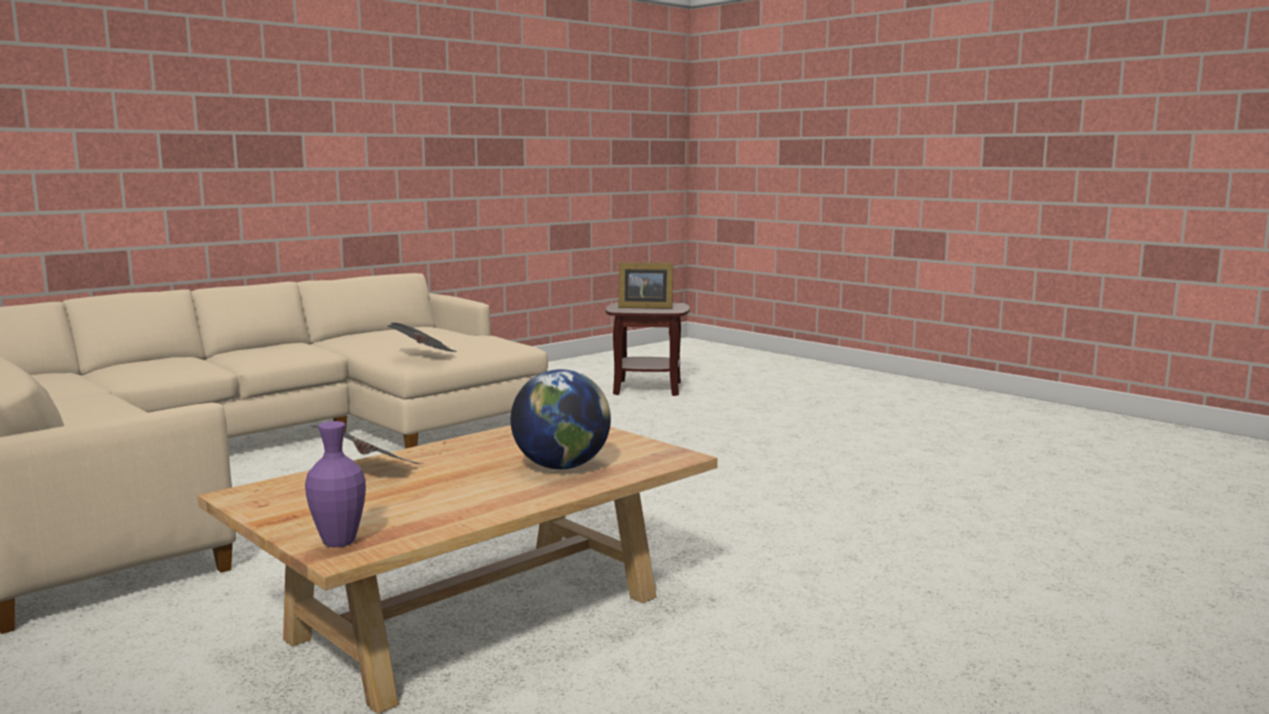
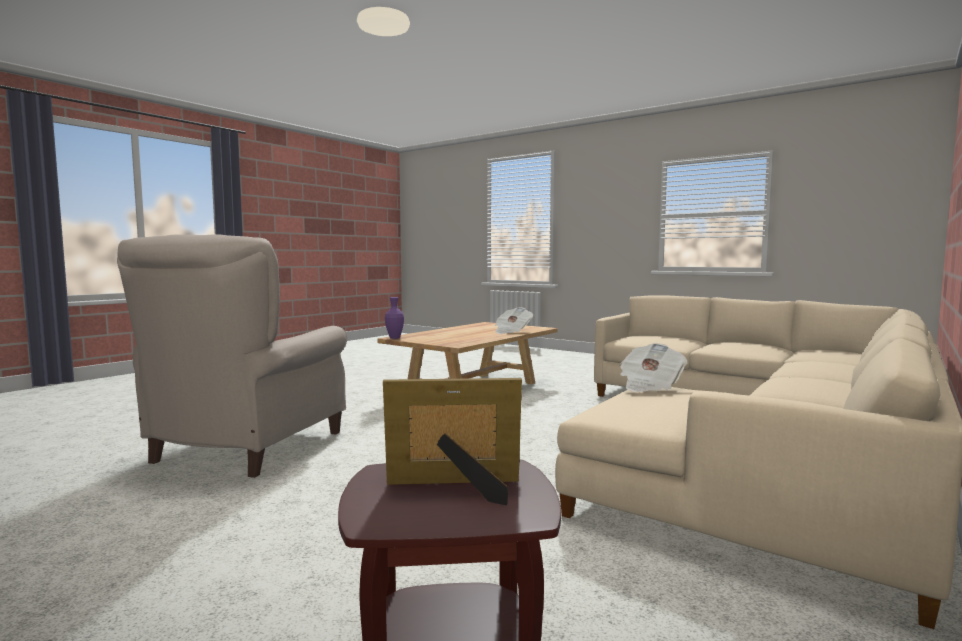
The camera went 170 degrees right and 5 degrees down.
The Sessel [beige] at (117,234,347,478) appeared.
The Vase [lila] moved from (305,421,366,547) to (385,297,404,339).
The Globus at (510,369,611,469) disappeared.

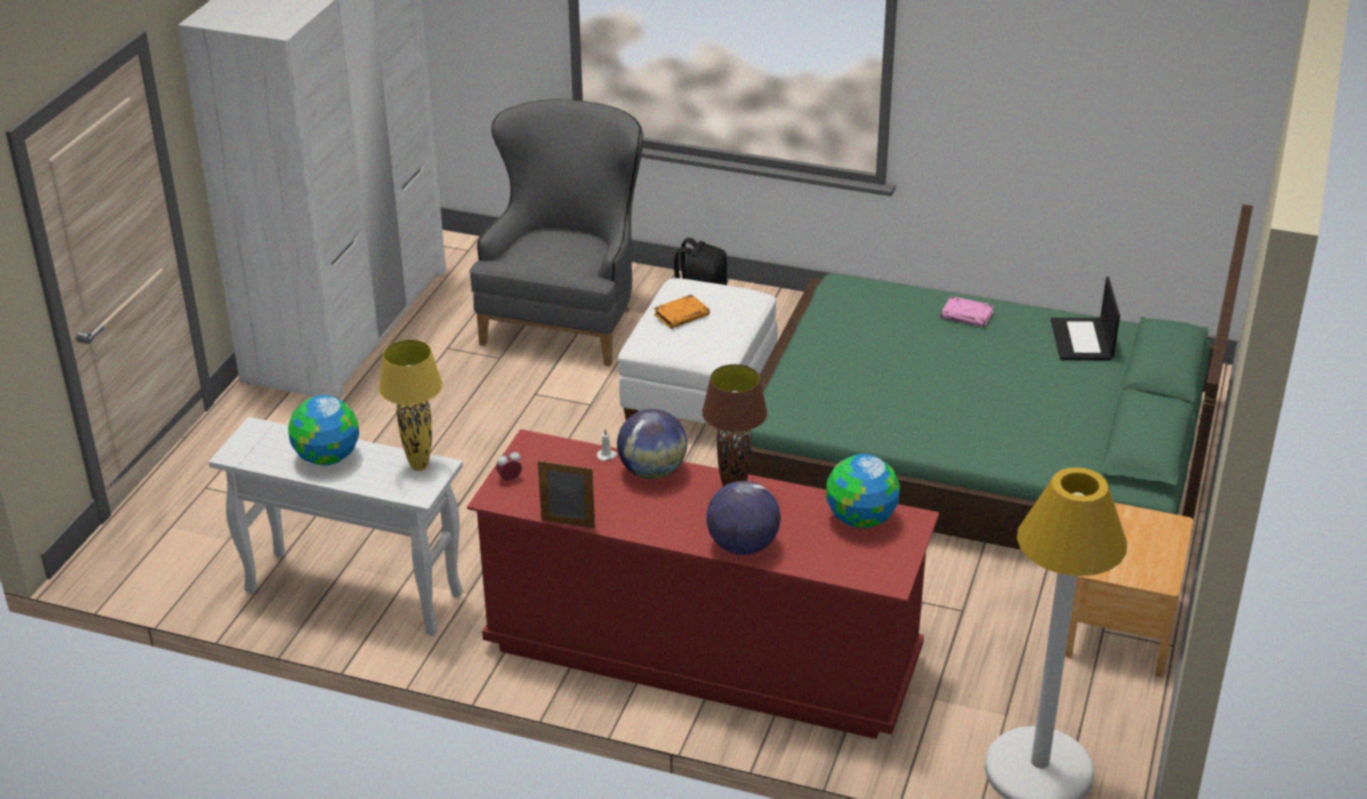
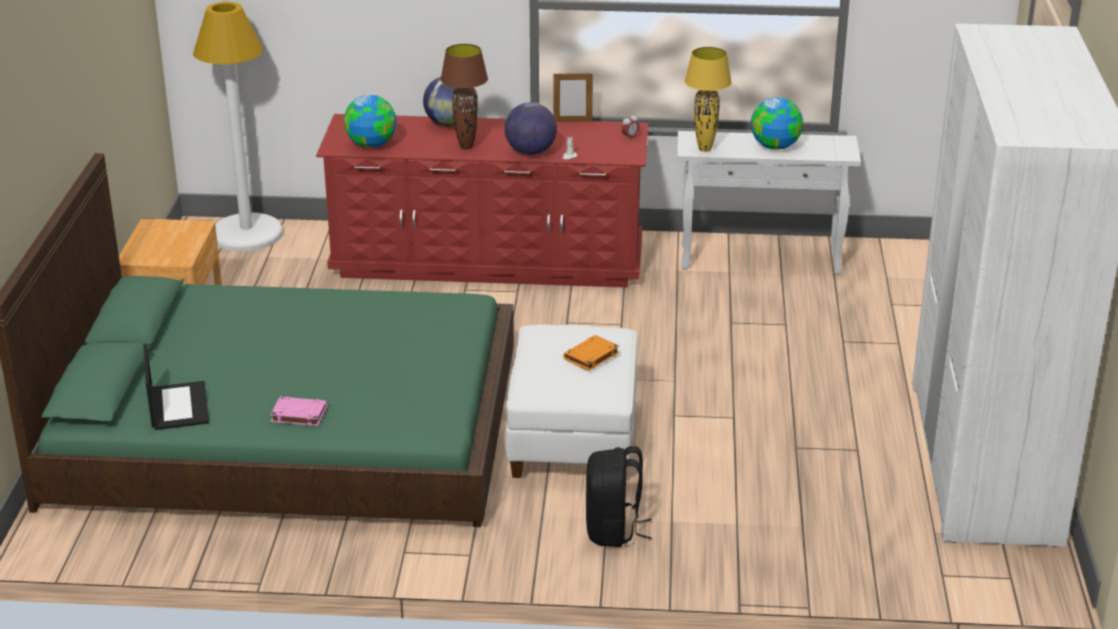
The camera went 165 degrees right and 5 degrees down.
The Sessel [grau] at (469,99,643,366) disappeared.

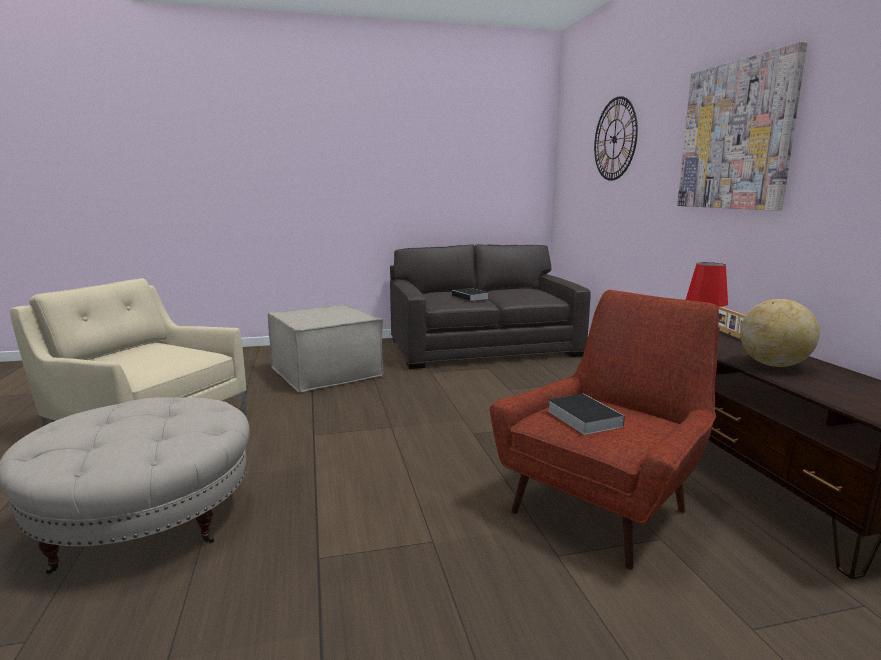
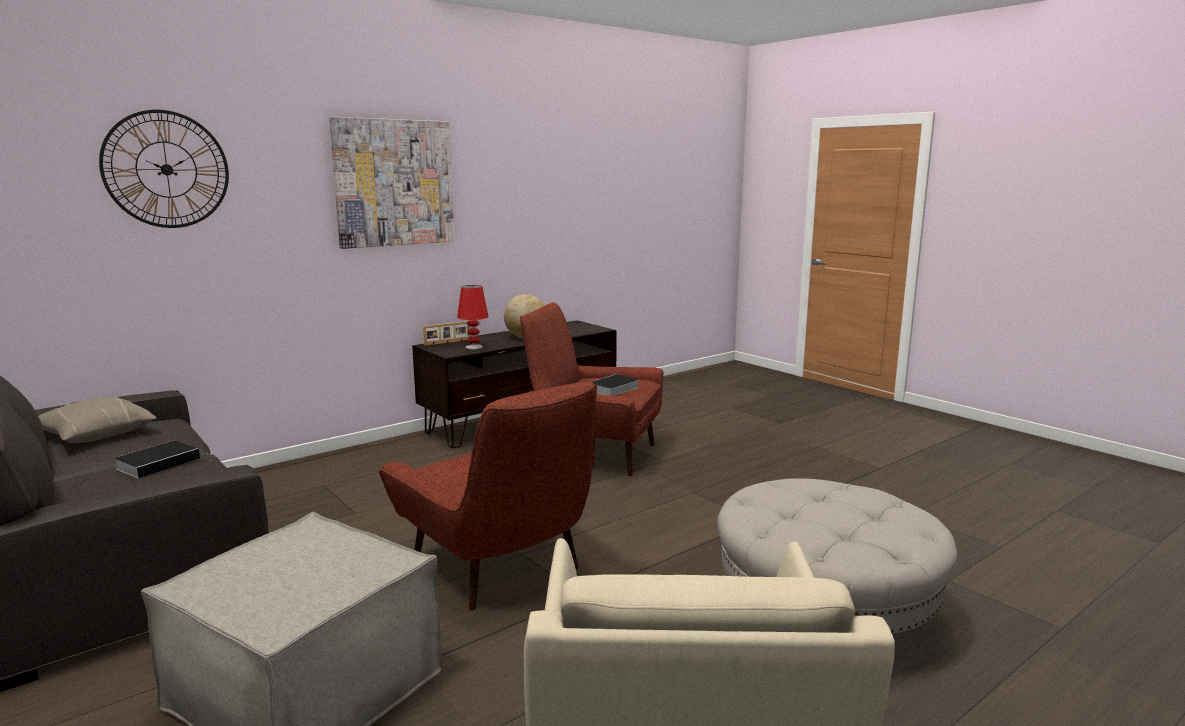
The camera went 115 degrees left and 0 degrees up.
The Kissen [beige] at (38,396,157,443) appeared.
The Sessel [rot] at (379,382,597,610) appeared.

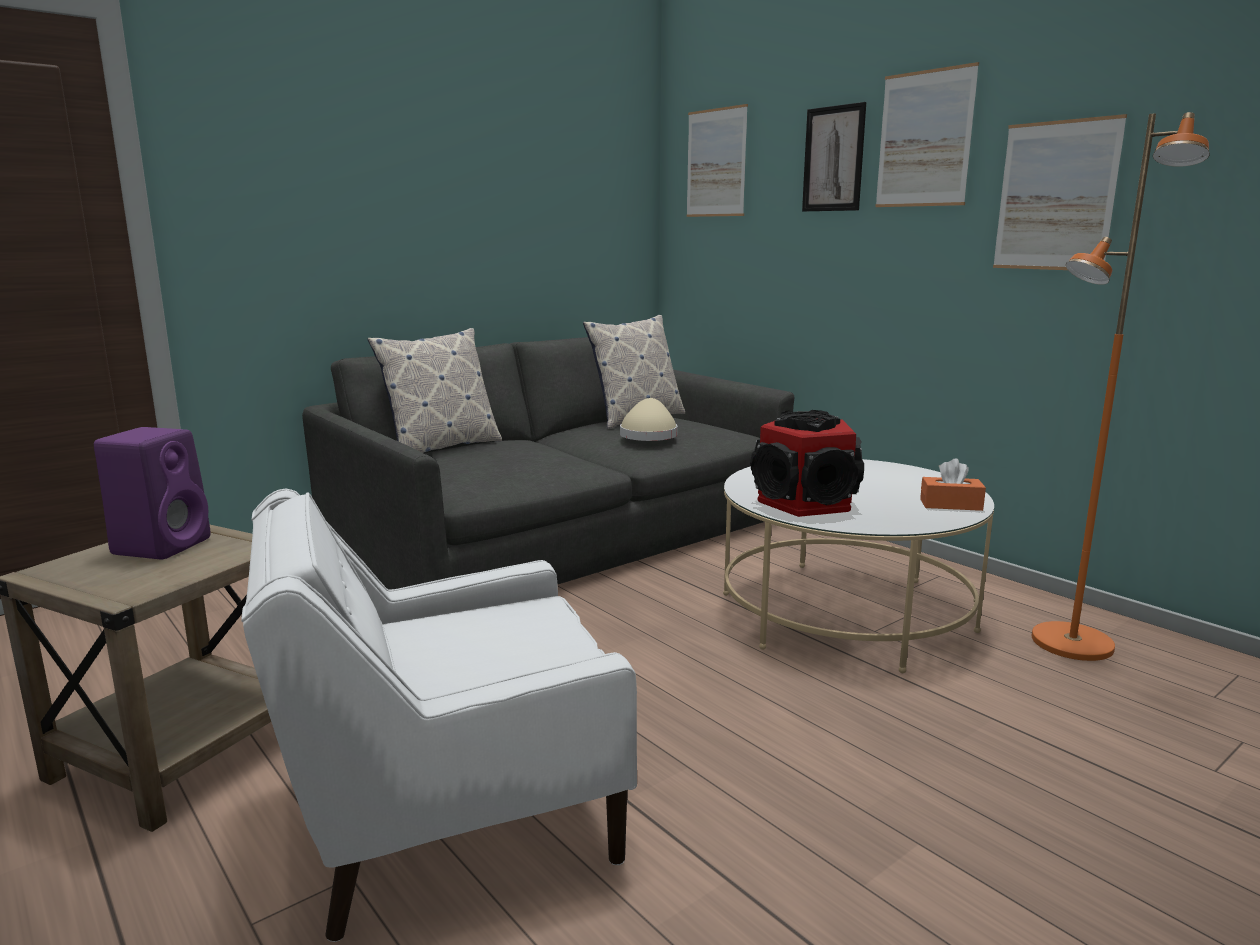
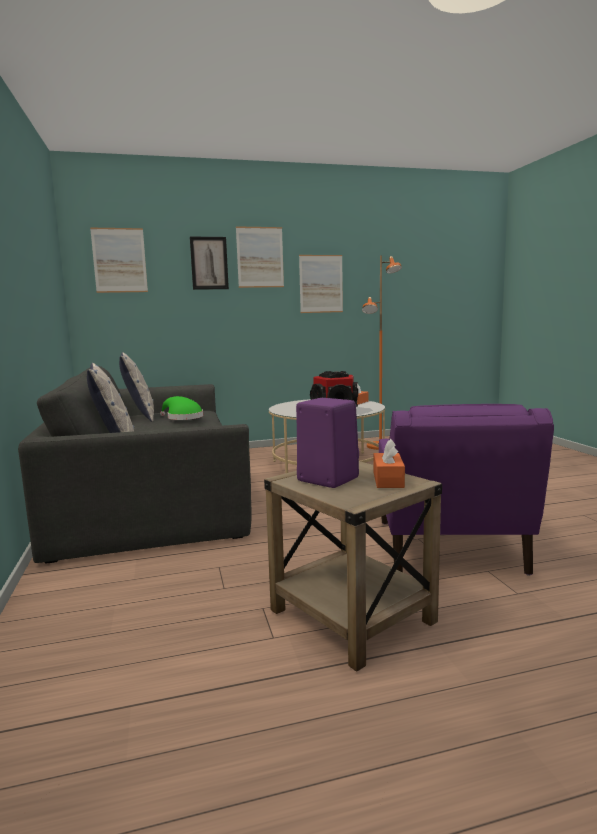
The camera went 65 degrees left and 5 degrees down.
The Hut [beige] at (620,398,678,441) became the Hut [grün] at (160,396,203,420).
The Taschentuchbox [orange] at (374,439,405,488) appeared.
The Sessel [weiß] at (241,489,637,942) became the Sessel [lila] at (379,404,554,576).

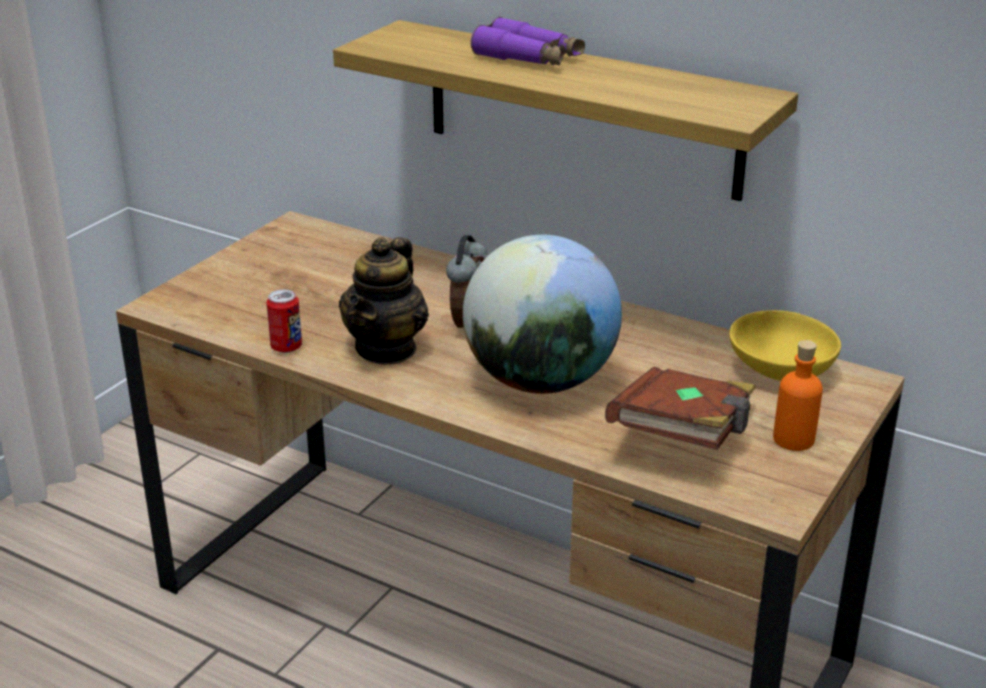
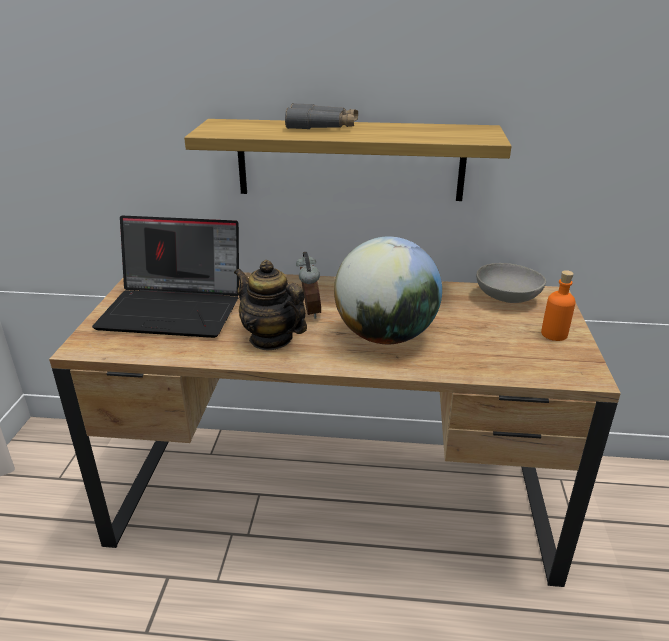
The camera went 25 degrees left and 0 degrees up.
The Laptop at (92,216,239,338) appeared.
The Teekanne at (339,237,429,364) turned 135 degrees clockwise.
The Fernglas [lila] at (471,17,585,65) became the Fernglas [grau] at (285,103,358,129).
The Schüssel [gelb] at (730,310,841,381) became the Schüssel [grau] at (476,263,546,303).
The Dose at (266,289,302,353) disappeared.
The Buch [braun] at (605,367,756,450) disappeared.

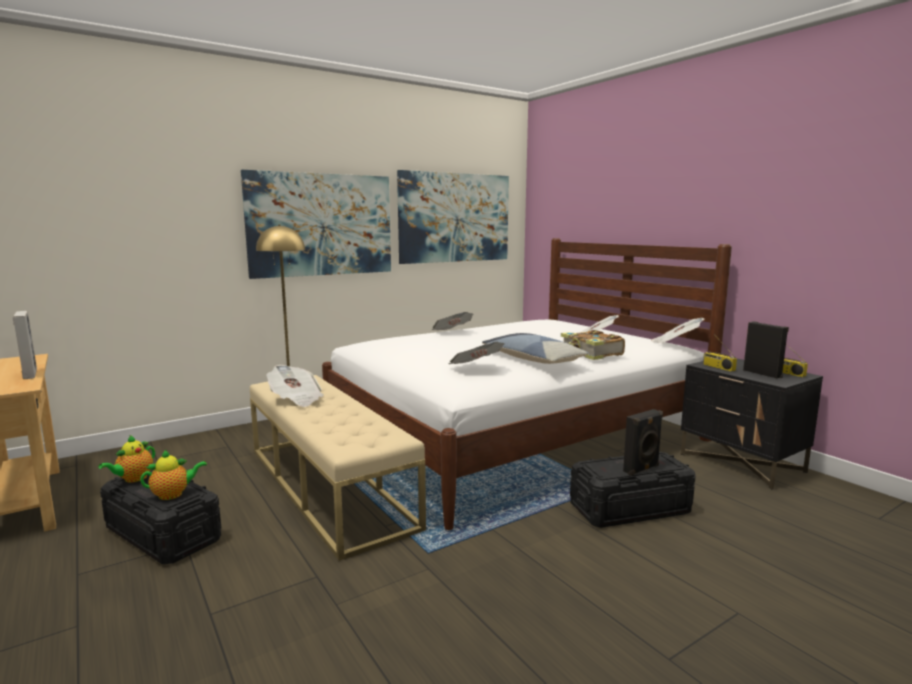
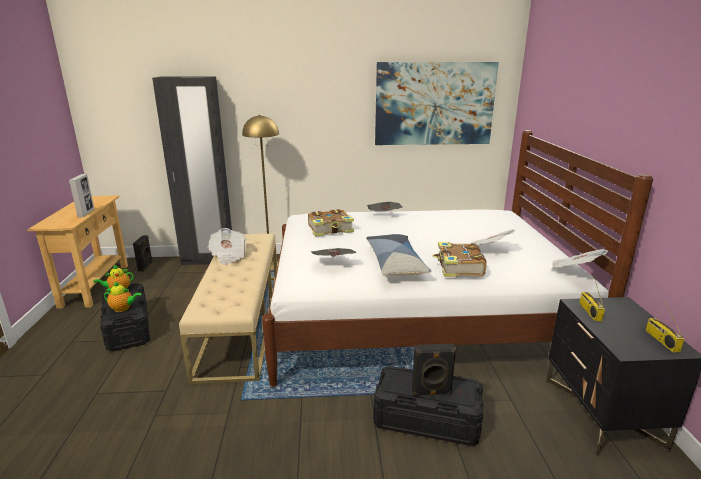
The camera went 30 degrees right and 10 degrees up.
The Lautsprecher [schwarz] moved from (743,321,789,378) to (133,235,153,272).
The Kleiderschrank [schwarz] at (152,76,232,265) appeared.
The Buch at (308,209,354,237) appeared.
The Bild at (241,170,391,279) disappeared.

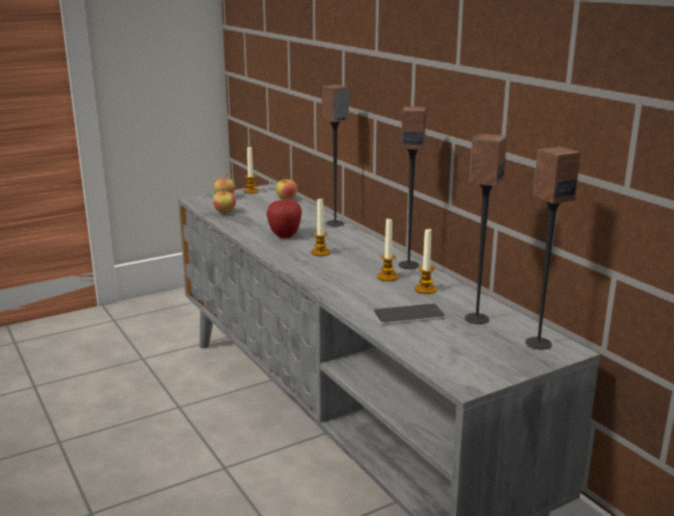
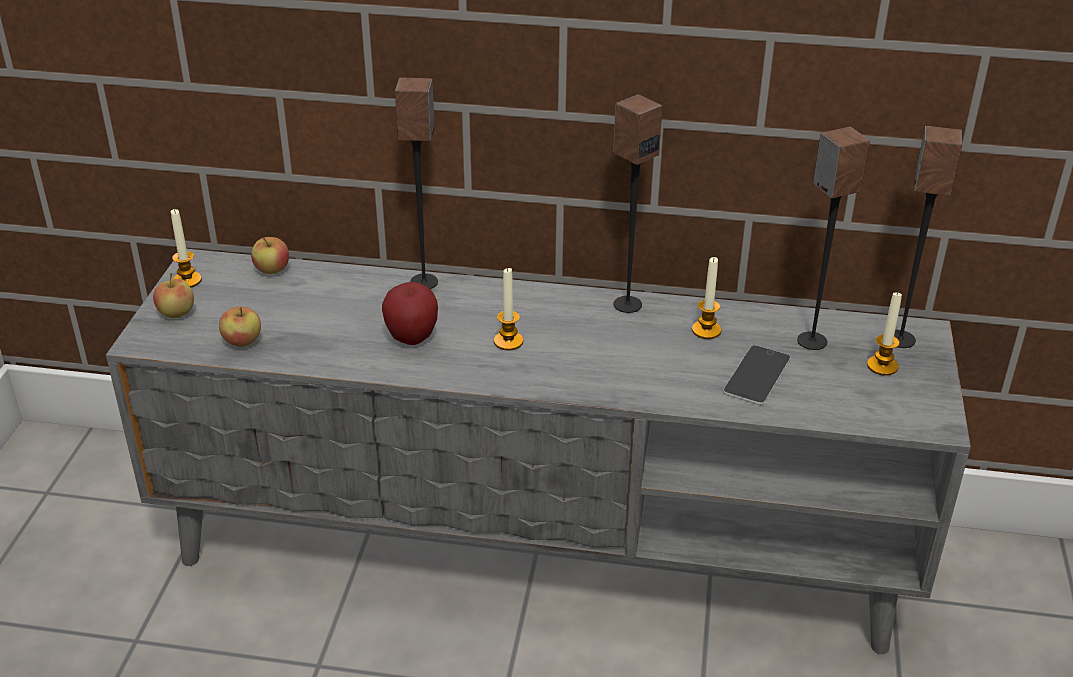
The camera went 50 degrees left and 15 degrees up.
The Kerze moved from (377,219,398,281) to (867,292,902,376).

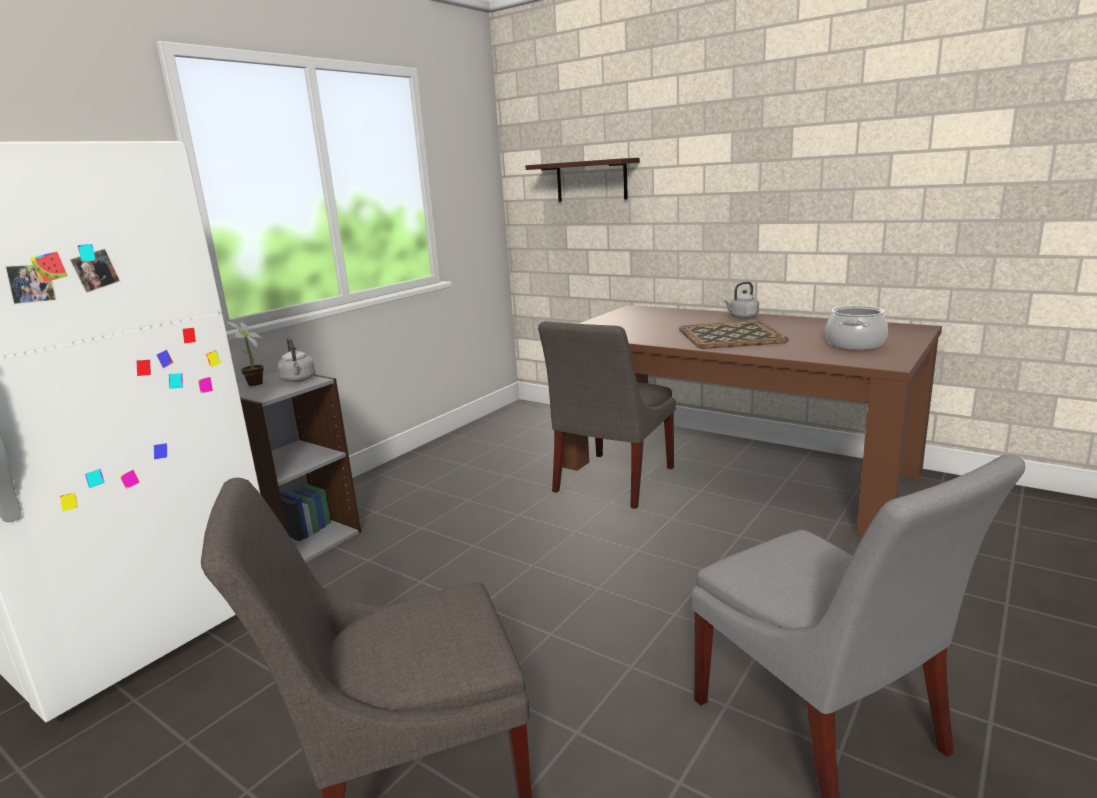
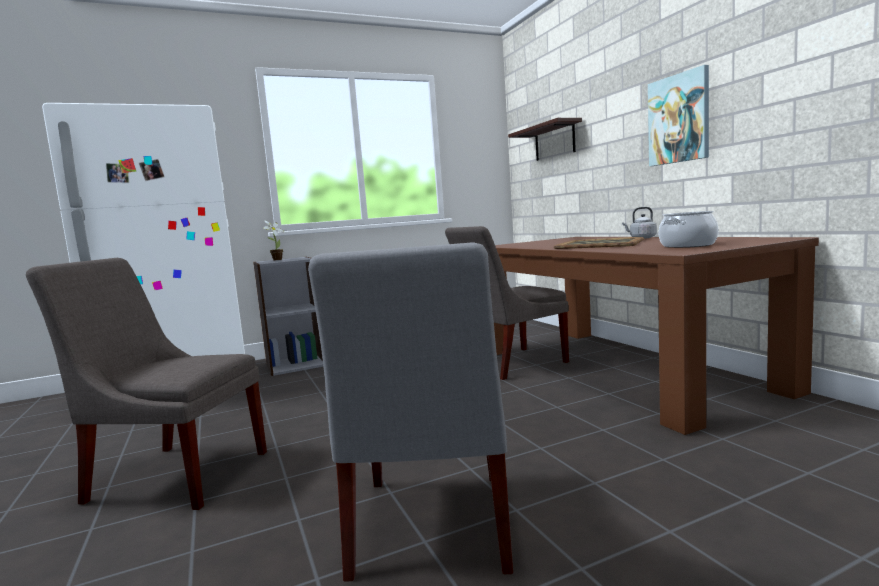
The camera went 30 degrees right and 10 degrees down.
The Bild at (648,65,709,166) appeared.
The Wasserkessel [grau] at (277,337,315,382) disappeared.

